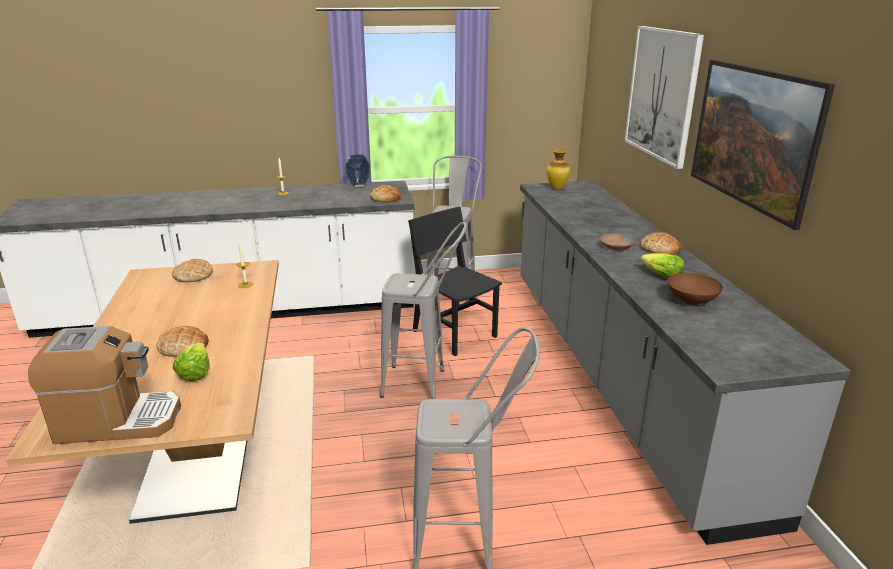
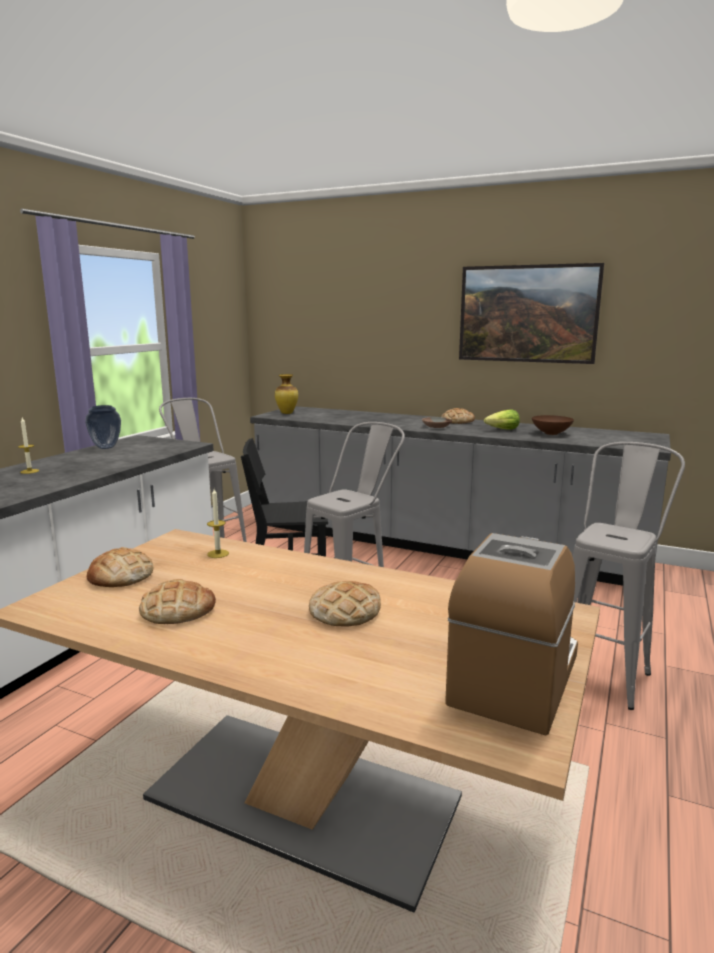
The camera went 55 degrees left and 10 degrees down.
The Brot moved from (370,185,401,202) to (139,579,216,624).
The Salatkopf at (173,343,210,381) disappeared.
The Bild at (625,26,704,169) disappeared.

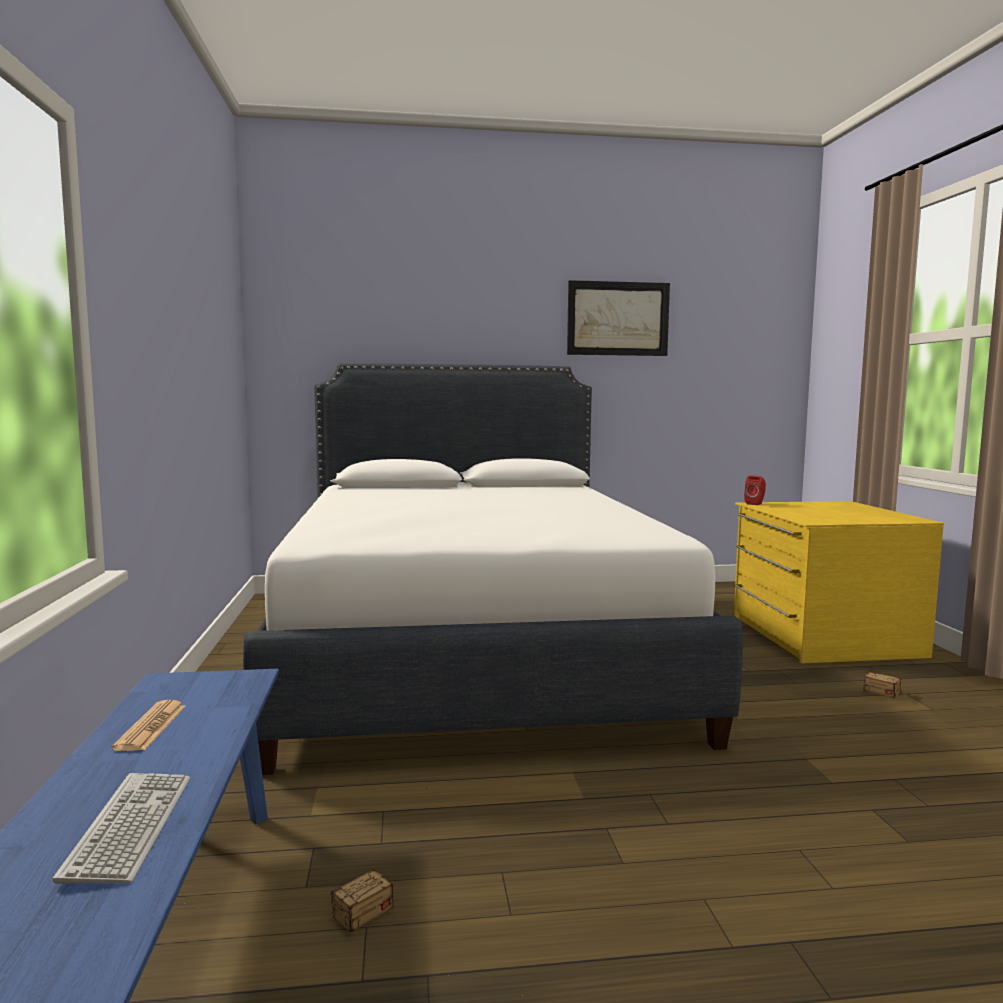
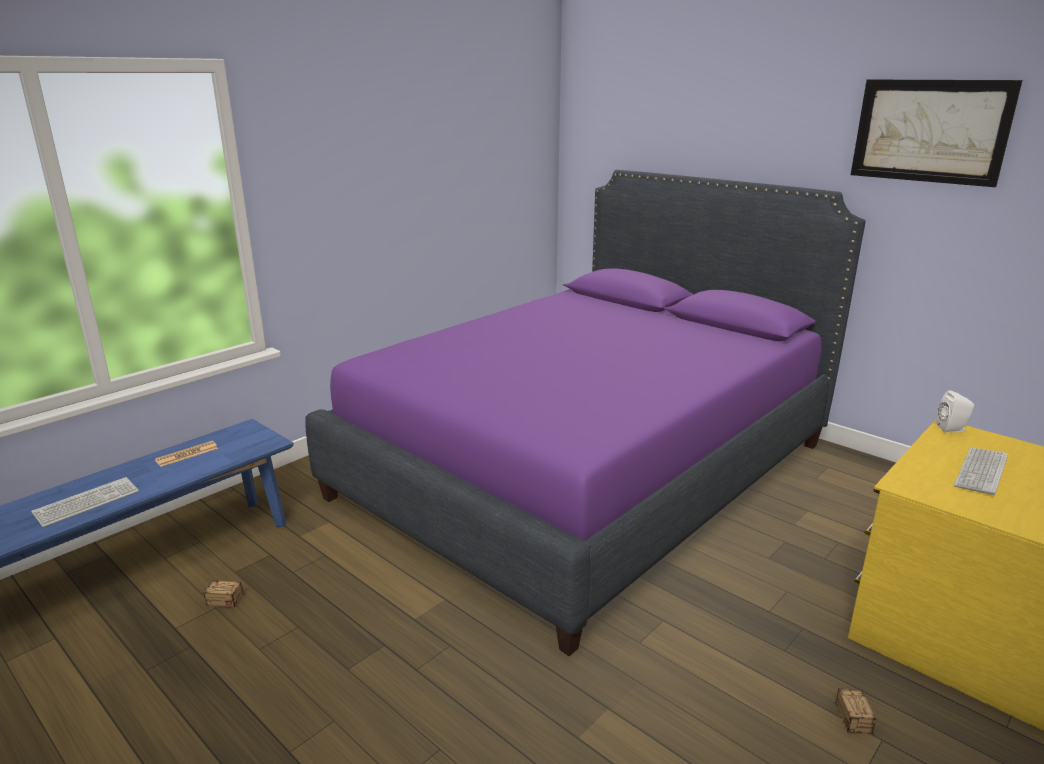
The camera went 50 degrees right and 15 degrees up.
The Bett [weiß] at (243,363,743,775) became the Bett [lila] at (305,170,866,656).
The Lautsprecher [rot] at (744,475,766,505) became the Lautsprecher [weiß] at (936,390,974,432).
The Tastatur at (954,448,1008,495) appeared.

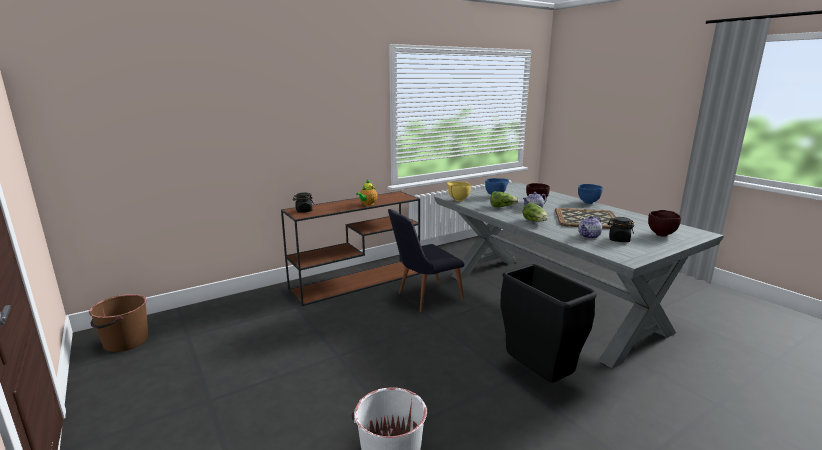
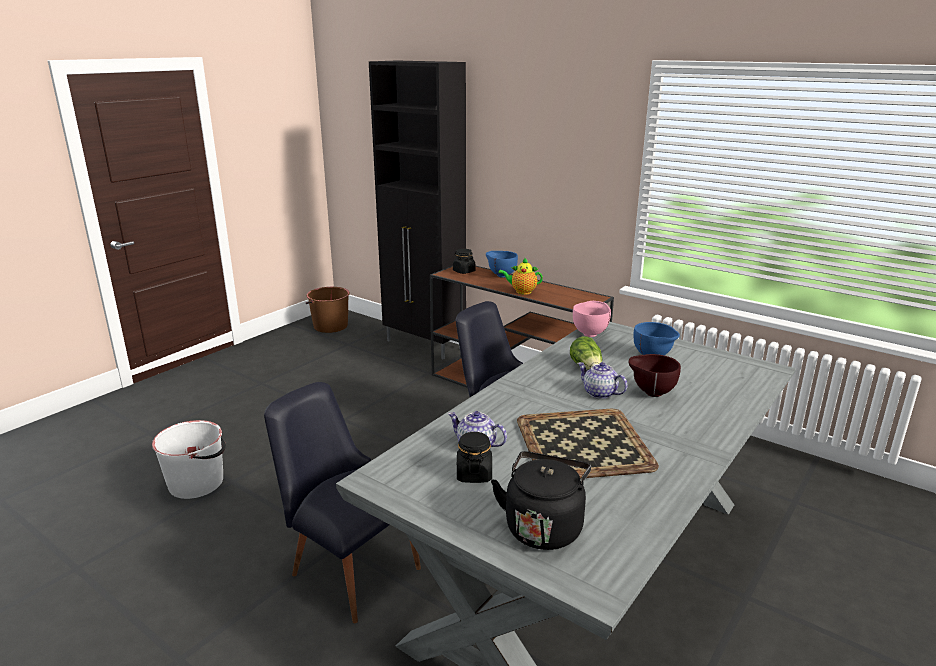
The camera went 70 degrees right and 5 degrees up.
The Mülleimer [schwarz] at (501,264,597,383) was replaced by the Stuhl [schwarz] at (264,382,421,623).
The Schrank [schwarz] at (369,61,466,360) appeared.
The Schüssel [blau] moved from (578,184,603,204) to (486,251,518,278).
The Schüssel [braun] at (648,210,681,237) was replaced by the Wasserkessel [schwarz] at (491,451,591,550).
The Schüssel [gelb] at (447,181,471,201) became the Schüssel [rosa] at (573,301,611,337).
The Salatkopf at (523,203,548,221) disappeared.

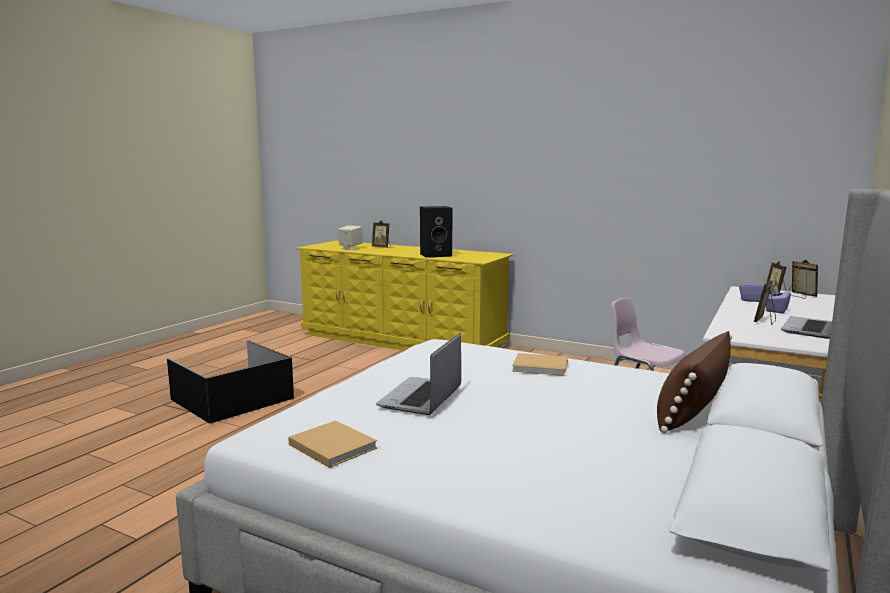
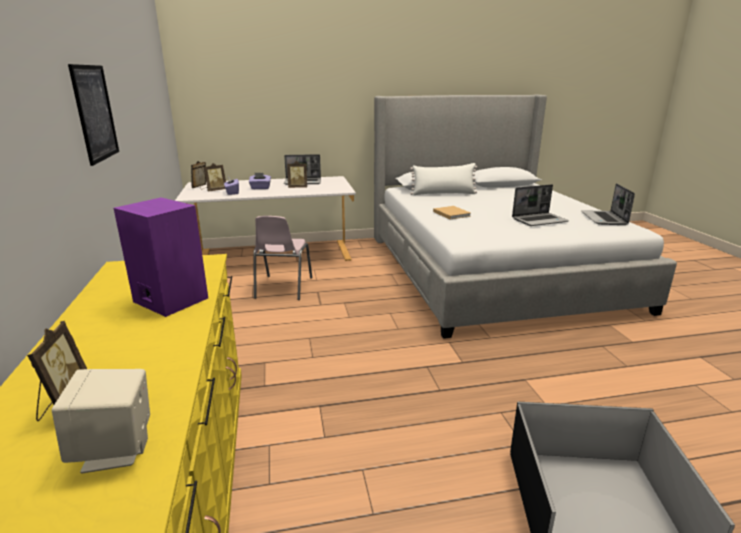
The camera went 130 degrees left and 10 degrees up.
The Bild at (68,64,119,166) appeared.
The Lautsprecher [schwarz] at (420,206,452,258) became the Lautsprecher [lila] at (114,197,208,317).
The Kissen [braun] at (657,331,732,433) became the Kissen [weiß] at (410,163,477,195).
The Buch [beige] at (288,421,378,468) was replaced by the Laptop at (581,183,635,225).

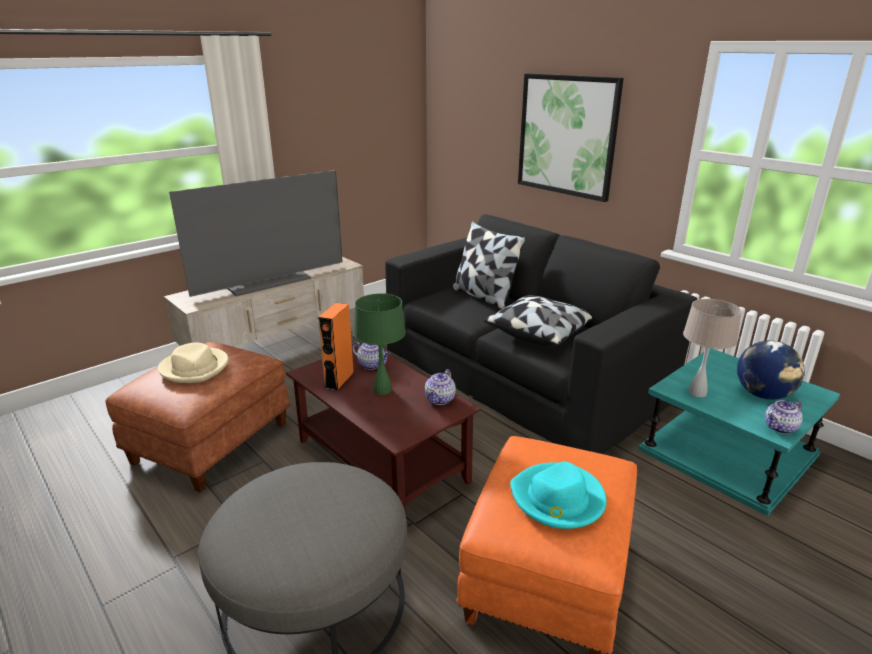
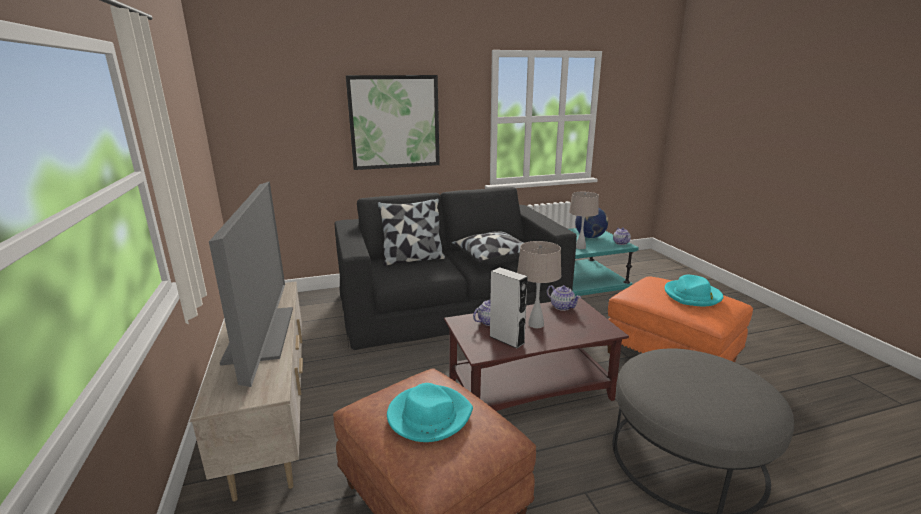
The camera went 65 degrees left and 5 degrees down.
The Hut [beige] at (158,342,228,383) became the Hut [türkis] at (387,383,473,442).
The Lautsprecher [orange] at (318,303,354,391) became the Lautsprecher [grau] at (489,267,528,349).
The Tischlampe [grün] at (354,293,406,395) became the Tischlampe [beige] at (517,241,561,328).

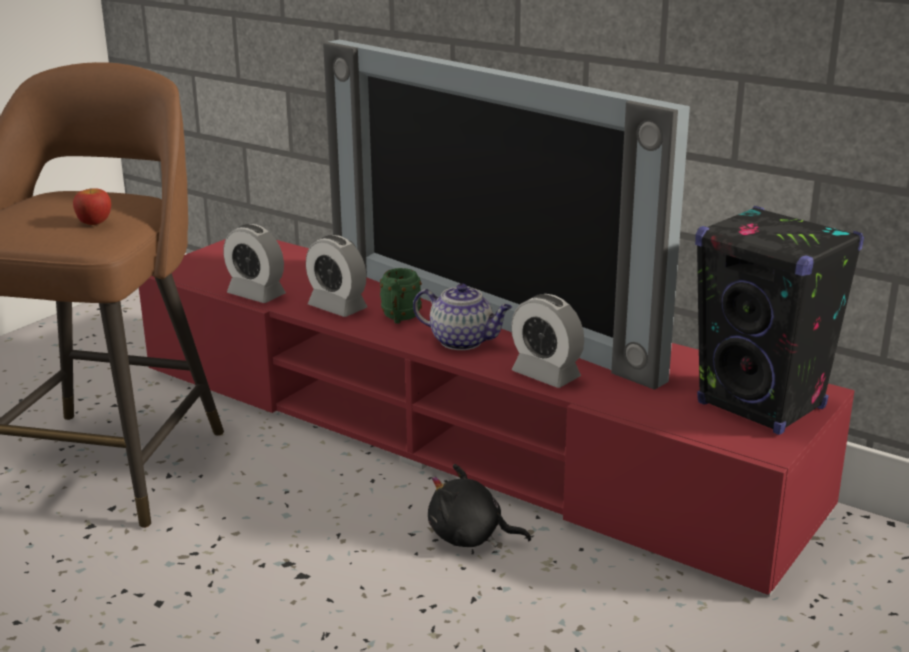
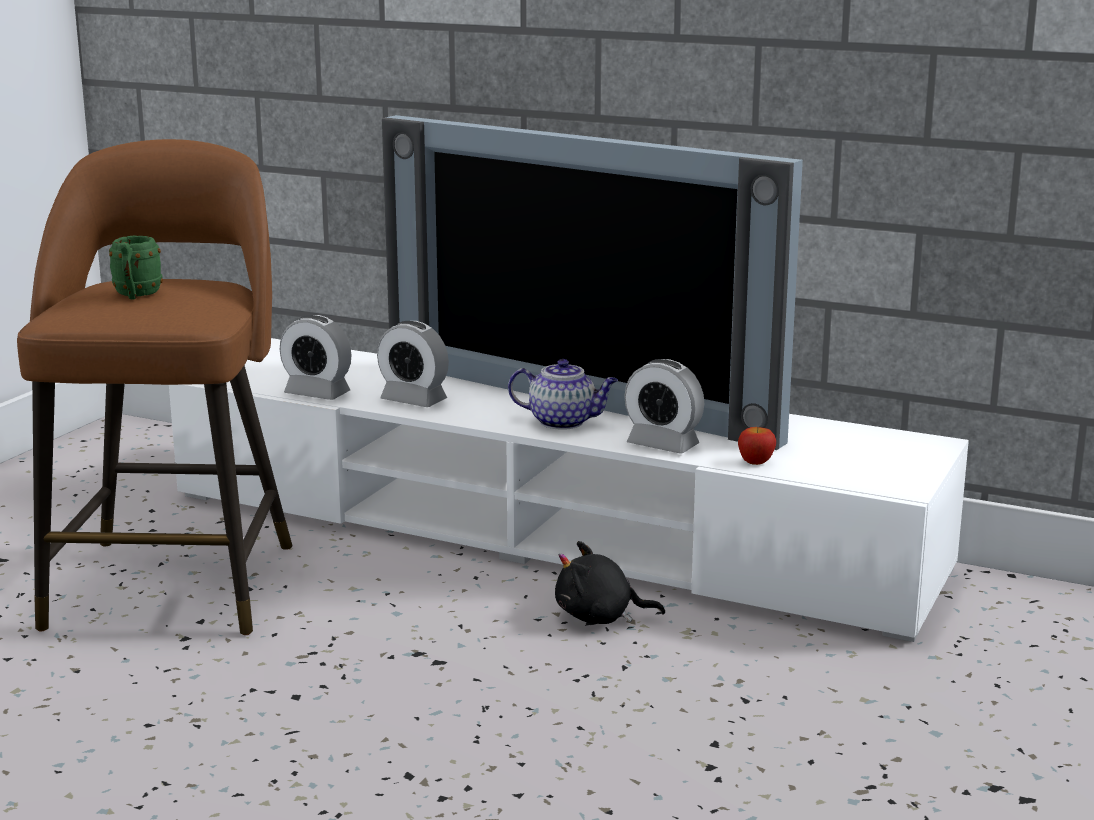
The camera went 10 degrees left and 5 degrees down.
The Henkelbecher [grün] moved from (380,268,422,324) to (109,236,163,299).
The Fernsehschrank [rot] at (139,239,854,597) became the Fernsehschrank [weiß] at (169,338,969,642).
The Apfel moved from (73,188,111,225) to (738,427,776,465).
The Lautsprecher [schwarz] at (695,206,864,435) disappeared.

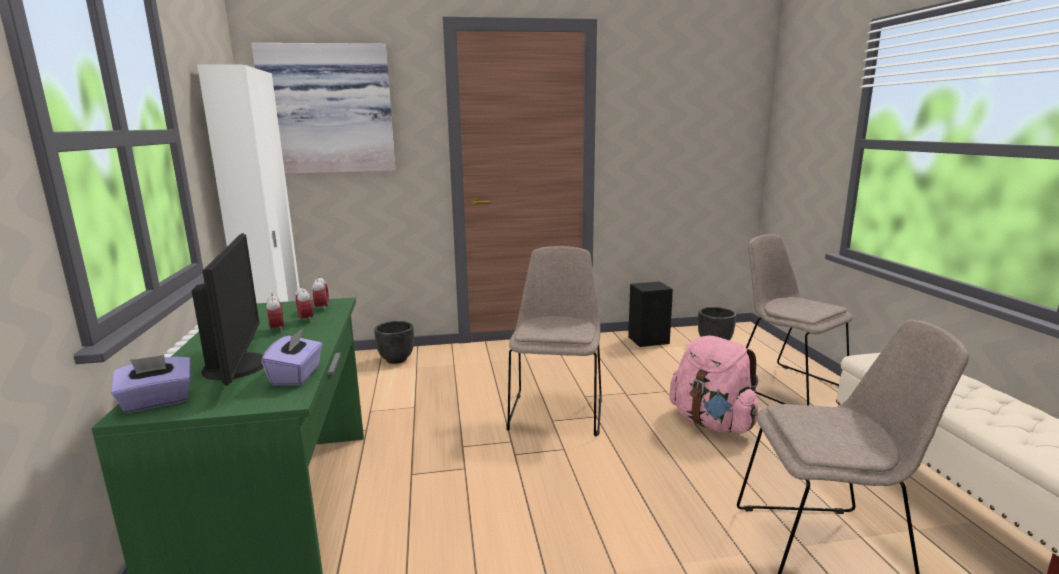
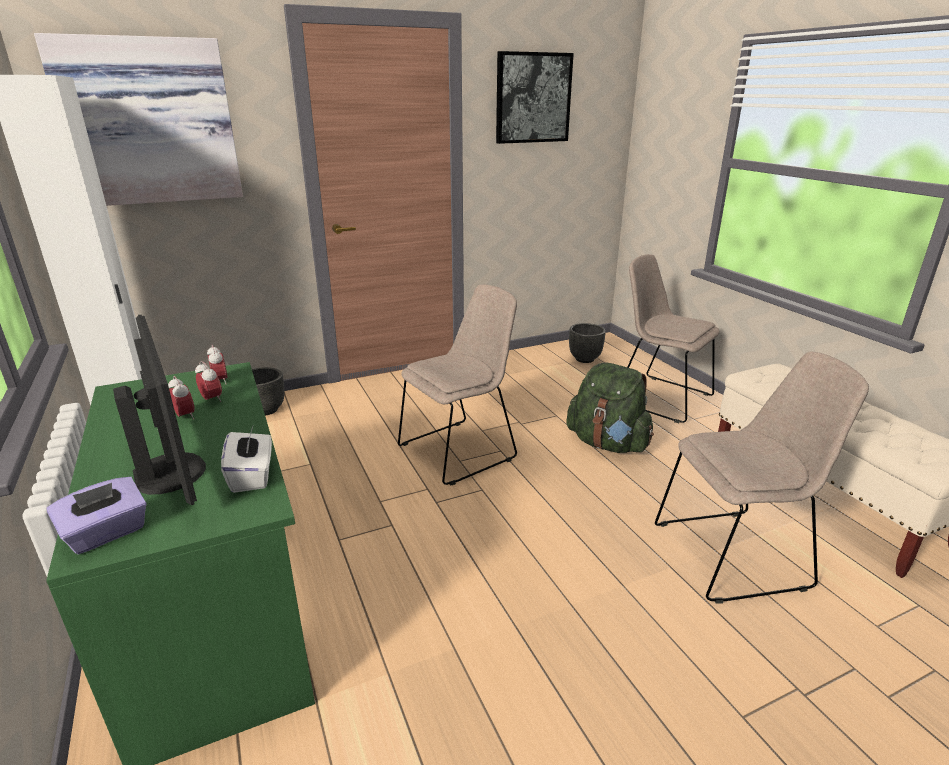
The camera went 15 degrees left and 10 degrees up.
The Taschentuchbox [lila] at (262,329,322,386) became the Taschentuchbox [weiß] at (221,424,272,493).
The Stuhl [beige] at (506,246,602,437) turned 60 degrees clockwise.
The Bild at (496,51,574,144) appeared.
The Rucksack [rosa] at (669,336,758,434) became the Rucksack [grün] at (566,363,654,453).
The Lautsprecher [schwarz] at (628,281,673,347) disappeared.

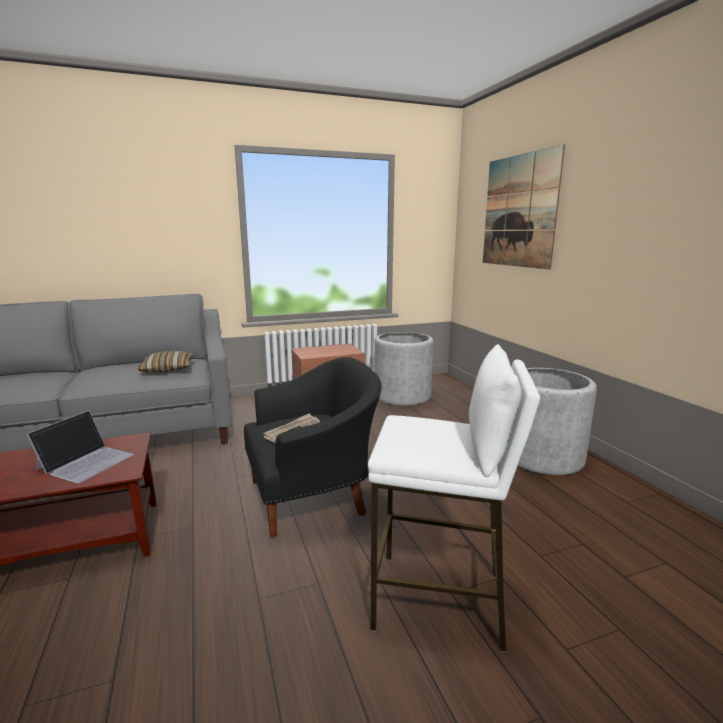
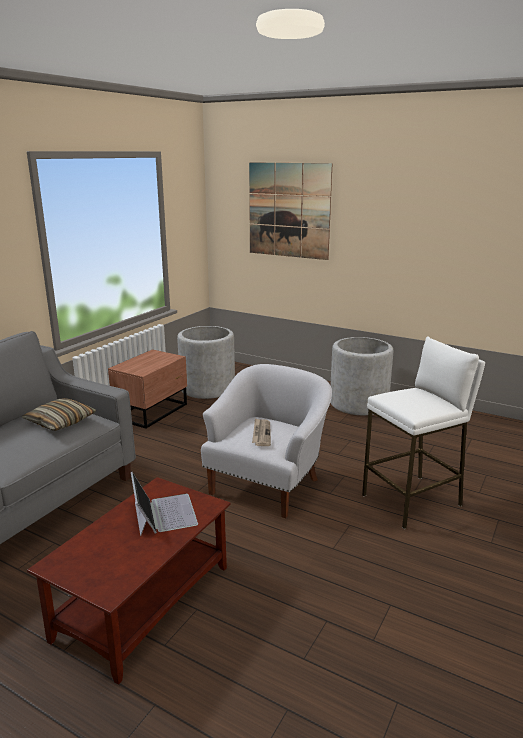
The camera went 40 degrees left and 5 degrees up.
The Sessel [schwarz] at (244,357,382,538) became the Sessel [weiß] at (201,364,332,518).

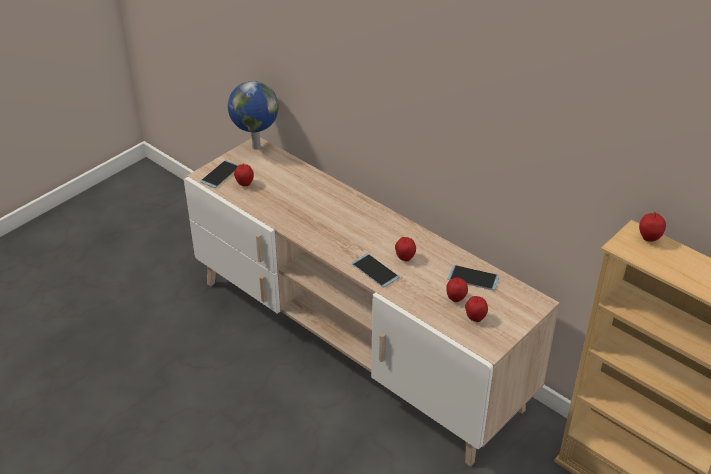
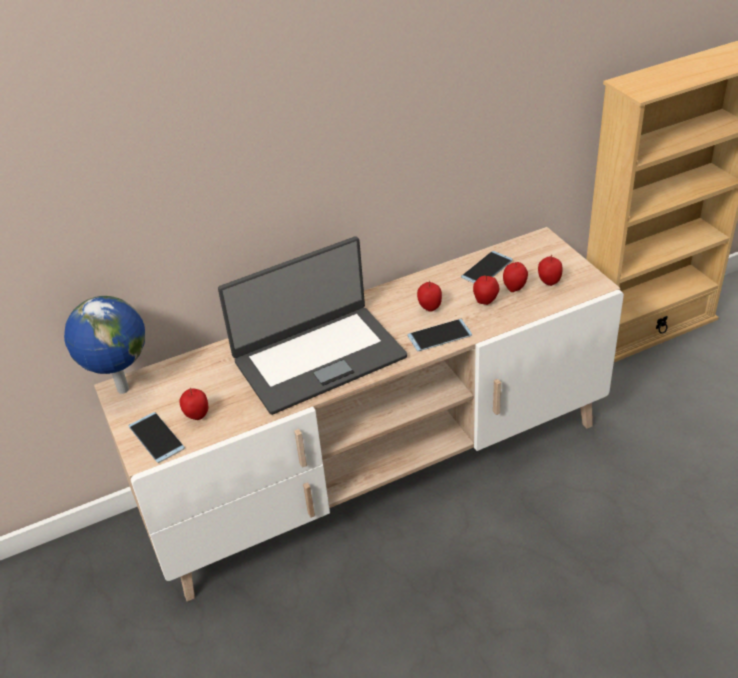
The camera went 65 degrees left and 0 degrees up.
The Laptop at (218,236,407,415) appeared.
The Apfel moved from (639,212,666,242) to (473,275,499,305).

